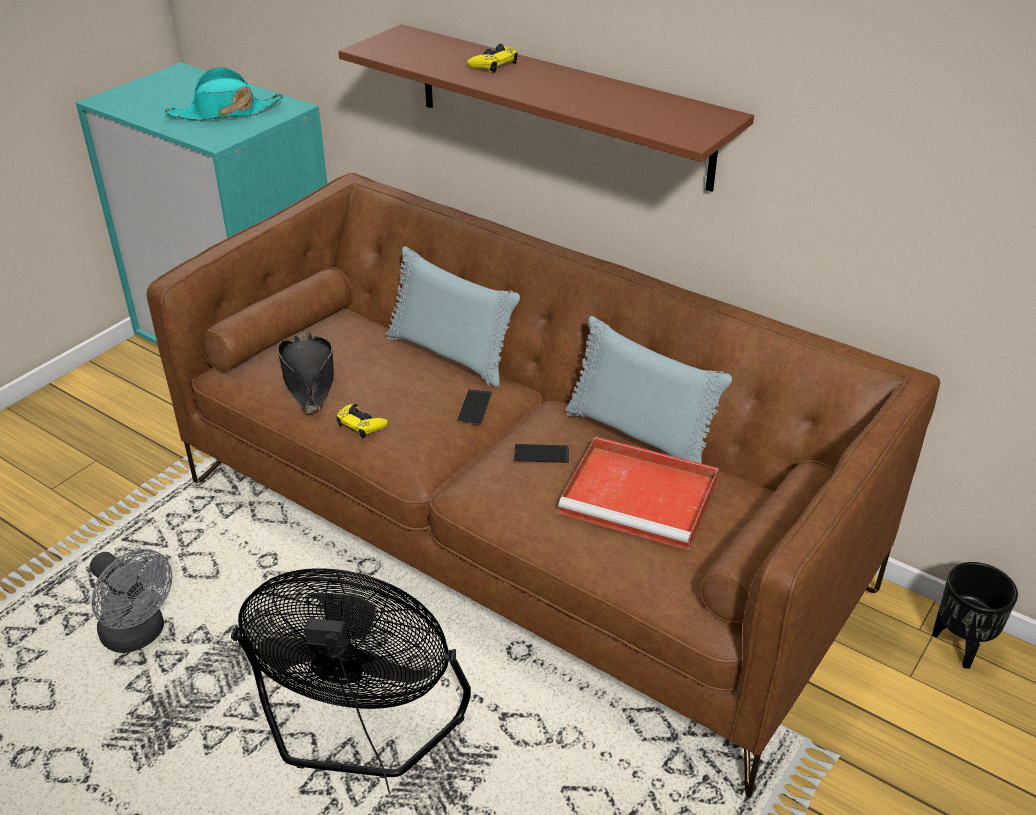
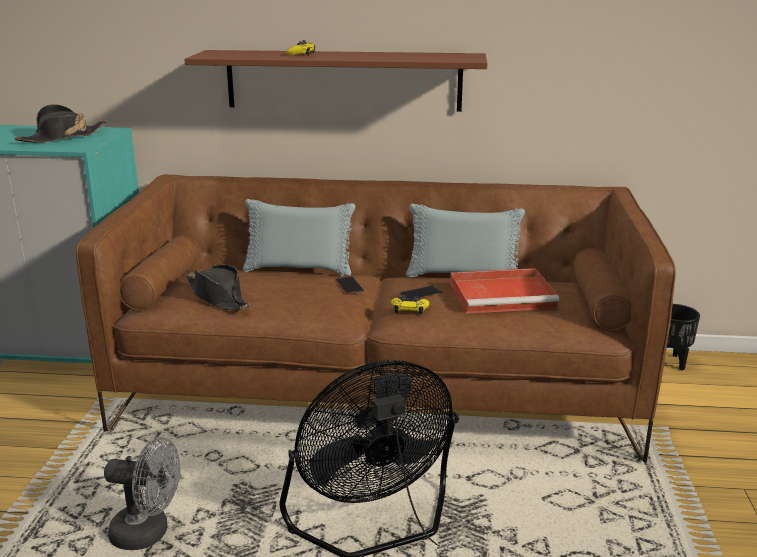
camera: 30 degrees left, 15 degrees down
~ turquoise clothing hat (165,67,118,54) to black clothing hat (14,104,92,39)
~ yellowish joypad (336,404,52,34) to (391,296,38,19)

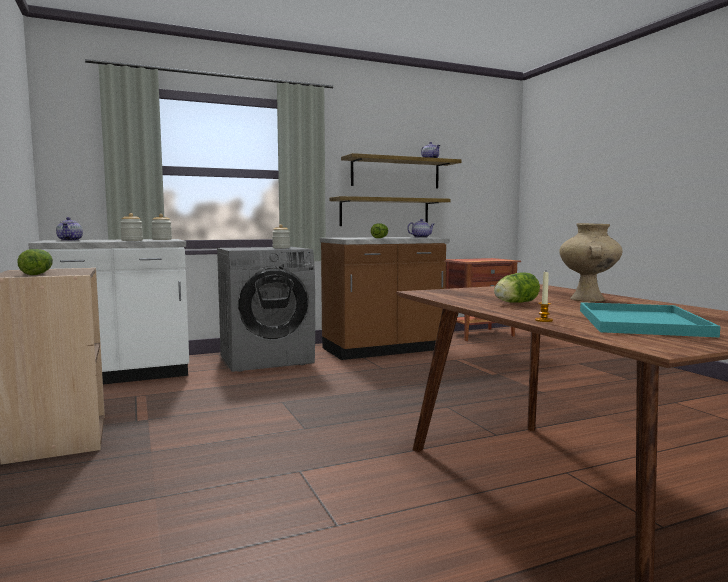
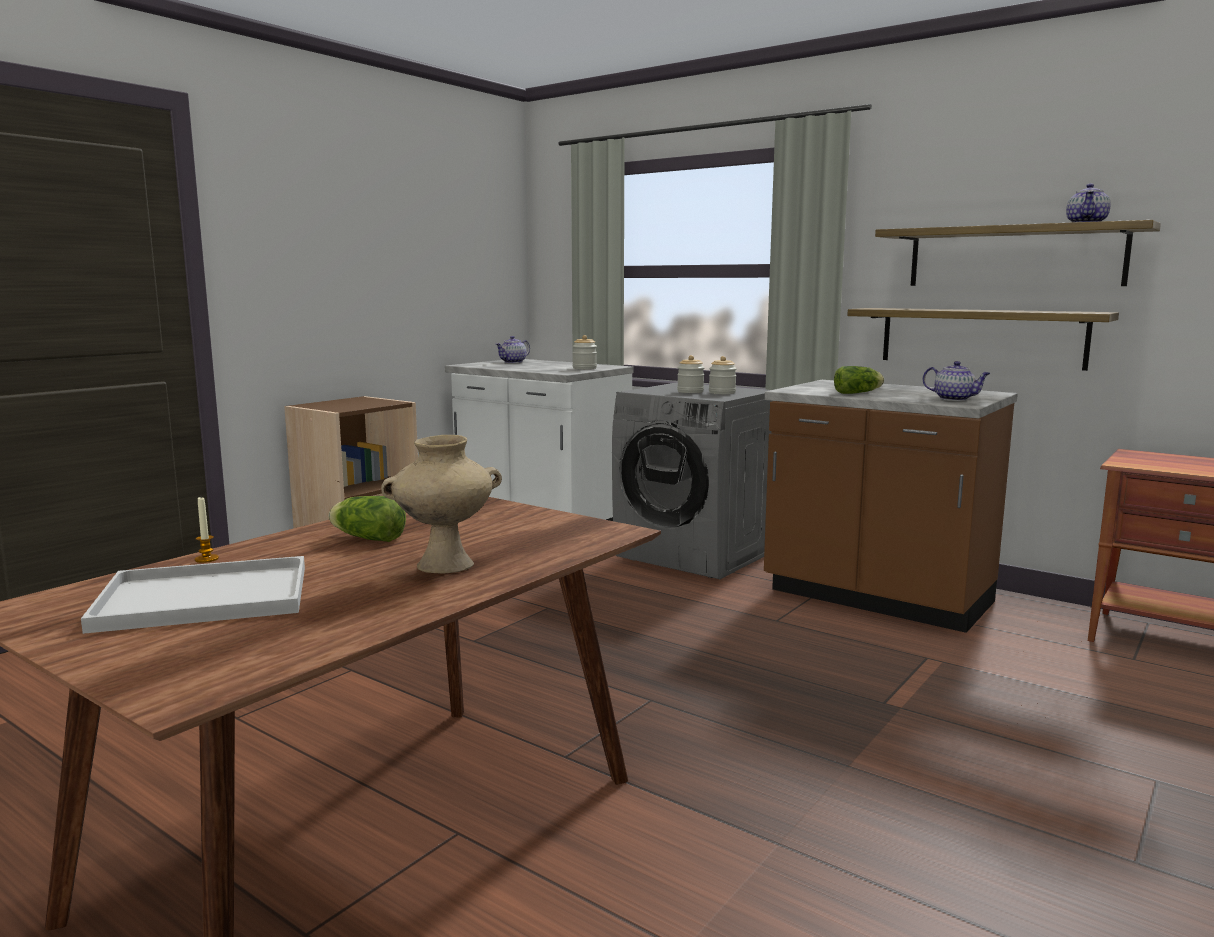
camera: 60 degrees right, 5 degrees up
- head of lettuce (17,249,36,26)
~ jar (120,213,23,28) to (677,355,27,38)
~ turquoise serving tray (580,302,141,36) to whitish serving tray (81,556,224,78)

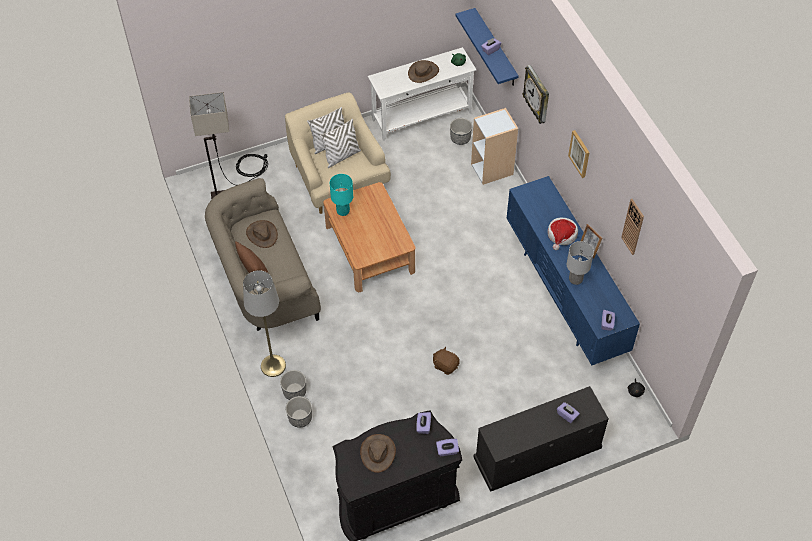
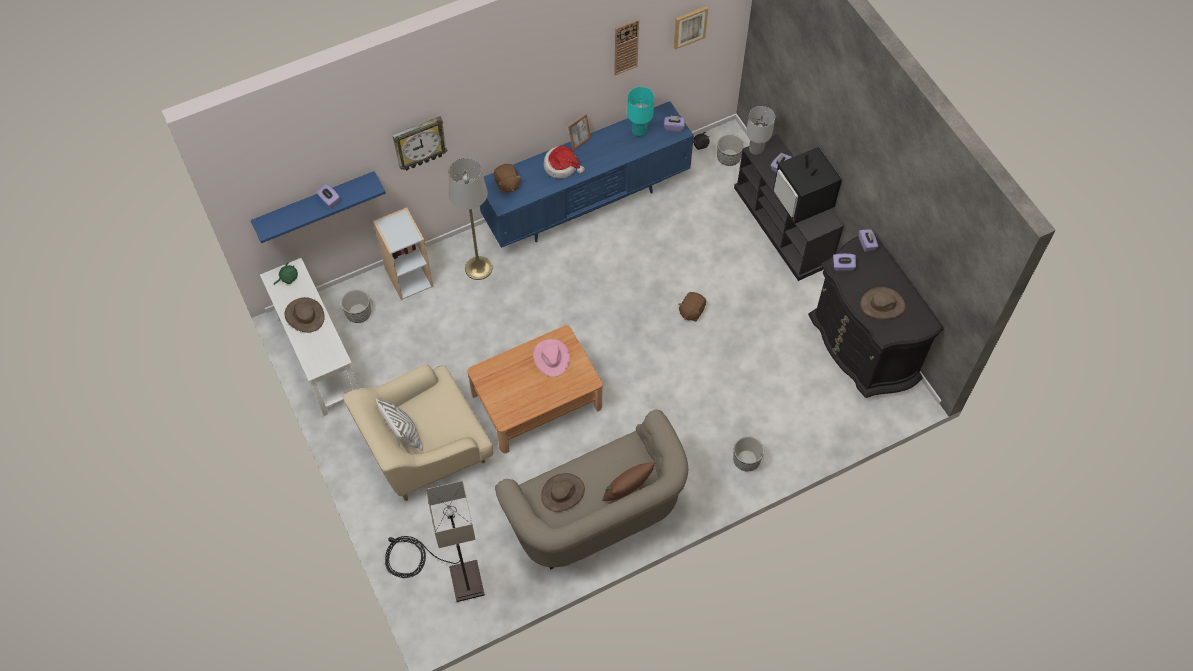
camera: 95 degrees left, 5 degrees up
~ greyish floor lamp (243,270,43,107) to (449,158,43,122)
~ plant pot (286,396,26,32) to (717,134,27,32)
- whitish cushion (320,119,41,49)
~ turquoise table lamp (330,174,23,42) to (627,87,27,50)
~ greyish table lamp (567,241,27,44) to (746,106,29,49)
~ wall picture (568,130,22,48) to (674,6,34,44)
+ brownish plush toy (494,164,28,30)
+ pinkish clothing hat (533,339,37,38)
+ TV set (773,147,69,76)

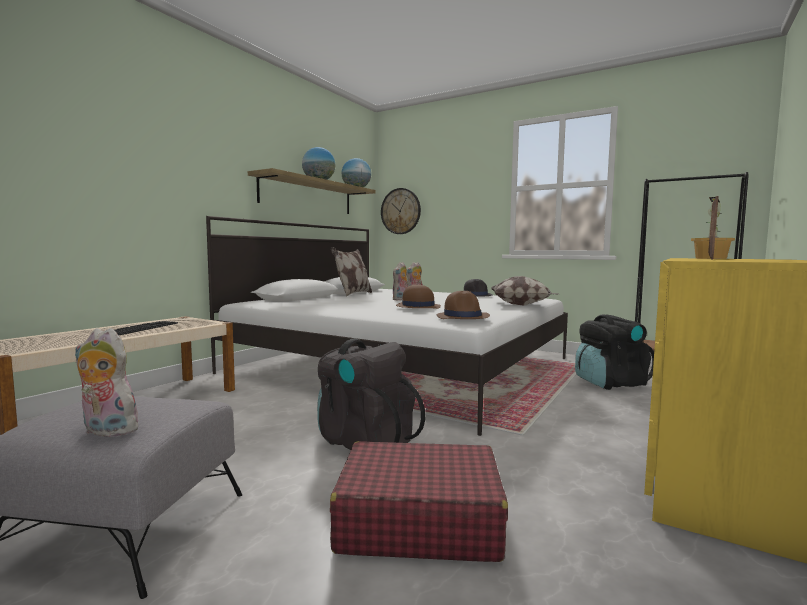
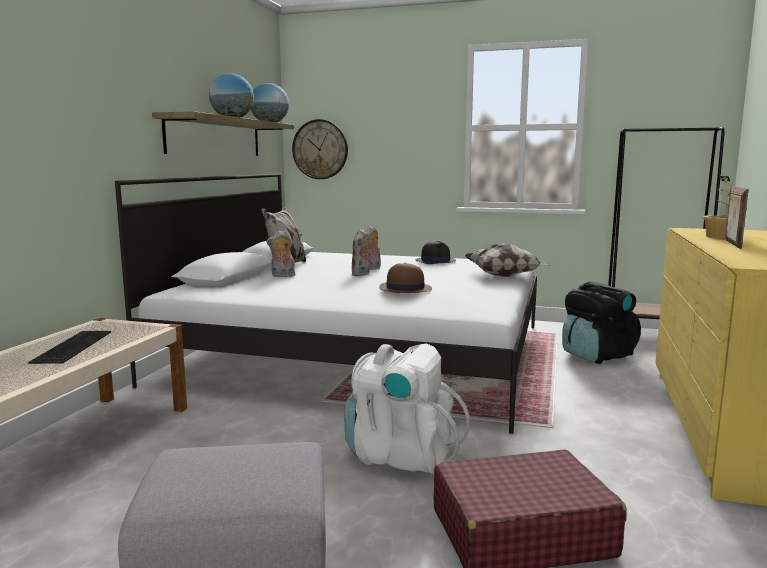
camera: 15 degrees left, 5 degrees up
~ plush toy (75,328,65,109) to (266,230,30,47)
~ black knapsack (317,339,108,111) to whitish knapsack (344,343,126,131)
- brownish clothing hat (437,291,53,28)

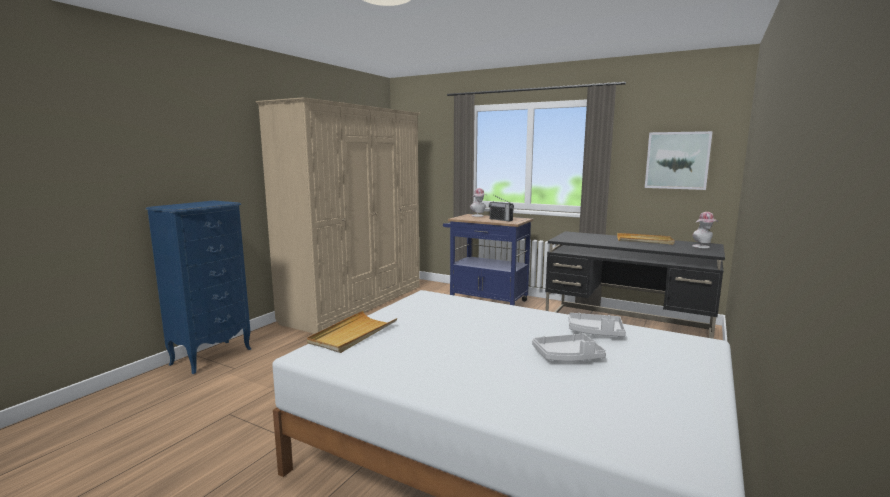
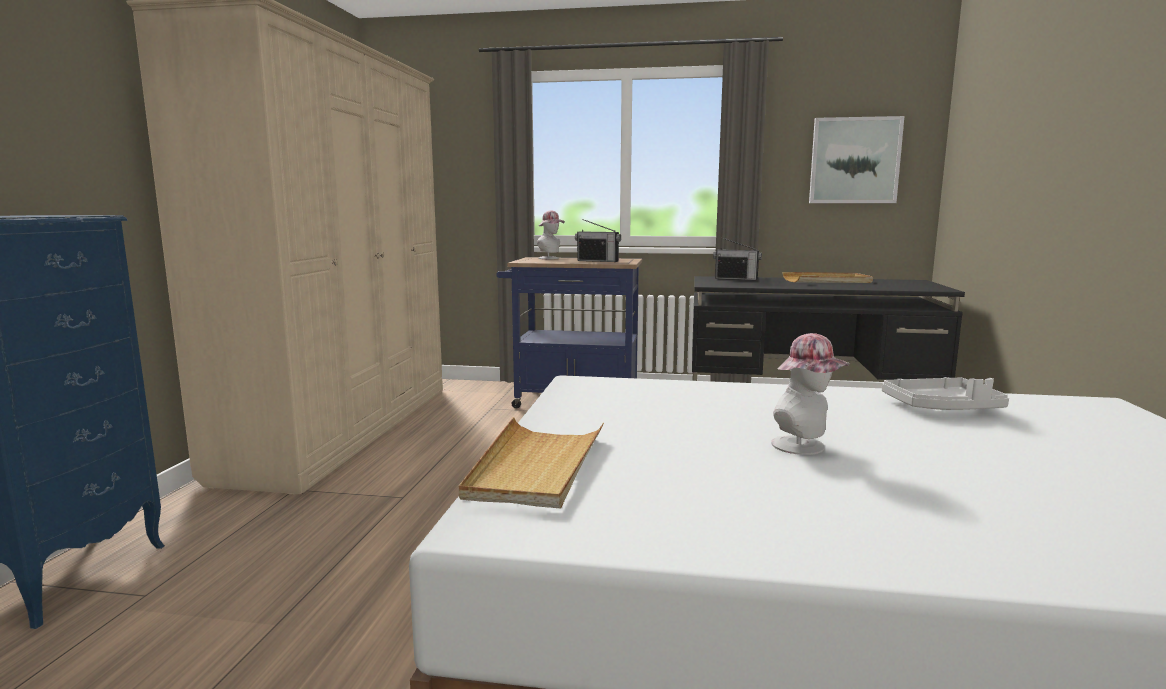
camera: 20 degrees left, 0 degrees up
- greyish serving tray (532,334,74,27)
~ clothing hat (692,212,26,36) to (771,333,79,122)
+ radio set (713,237,49,43)

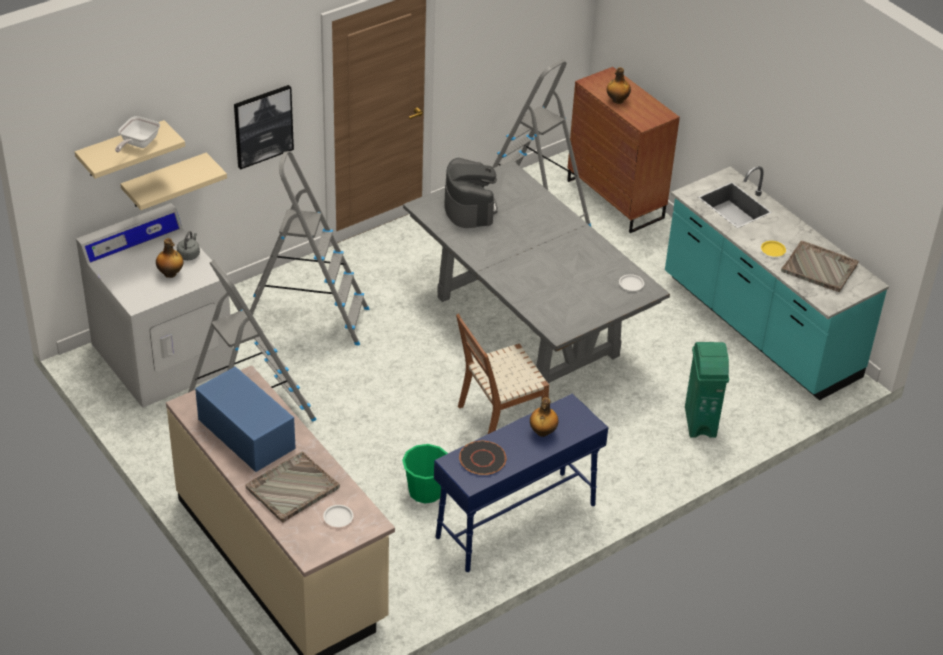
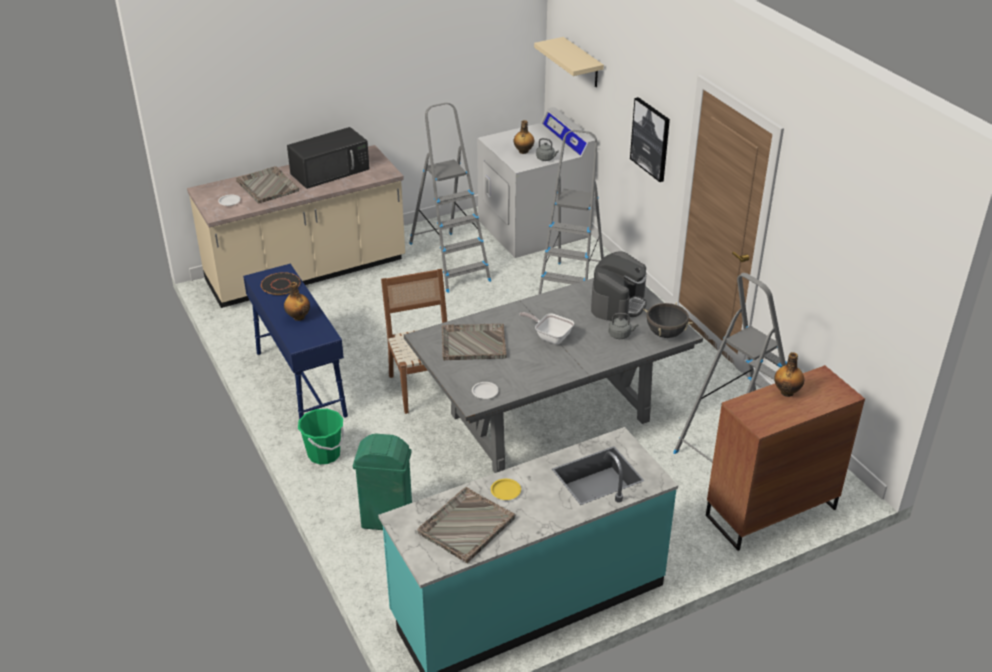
camera: 100 degrees right, 5 degrees down
~ pan (115,116,45,37) to (519,312,55,32)
- beige-coloured bracket shelf (121,153,106,57)
~ blue-coloured kitchen microwave (195,366,101,106) to black kitchen microwave (287,127,83,62)
~ green-coloured bucket (402,444,46,60) to (298,409,47,55)
~ coffee brewer (444,158,54,70) = (591,252,56,69) 60 degrees counterclockwise
+ greyish serving tray (442,324,65,36)
+ greyish tea kettle (609,313,29,26)
+ black stockpot (643,302,50,36)

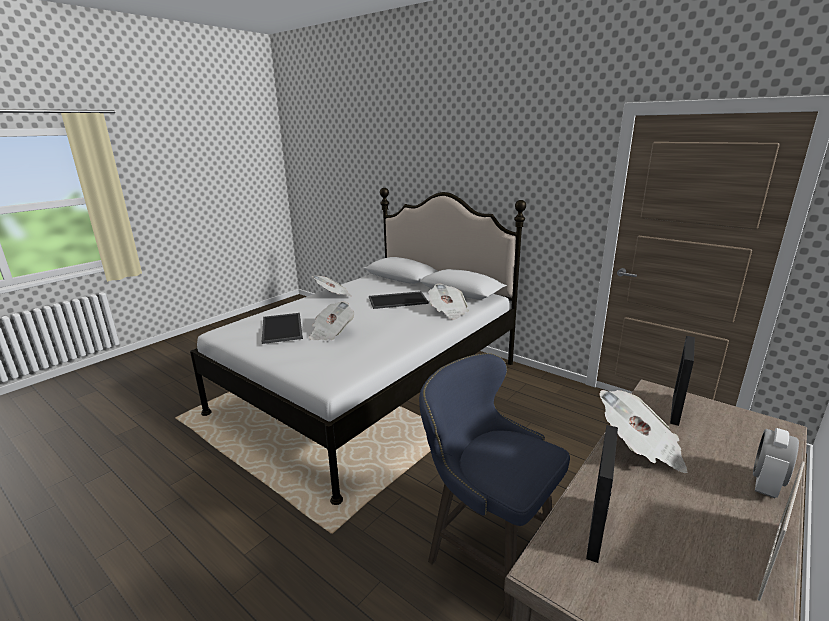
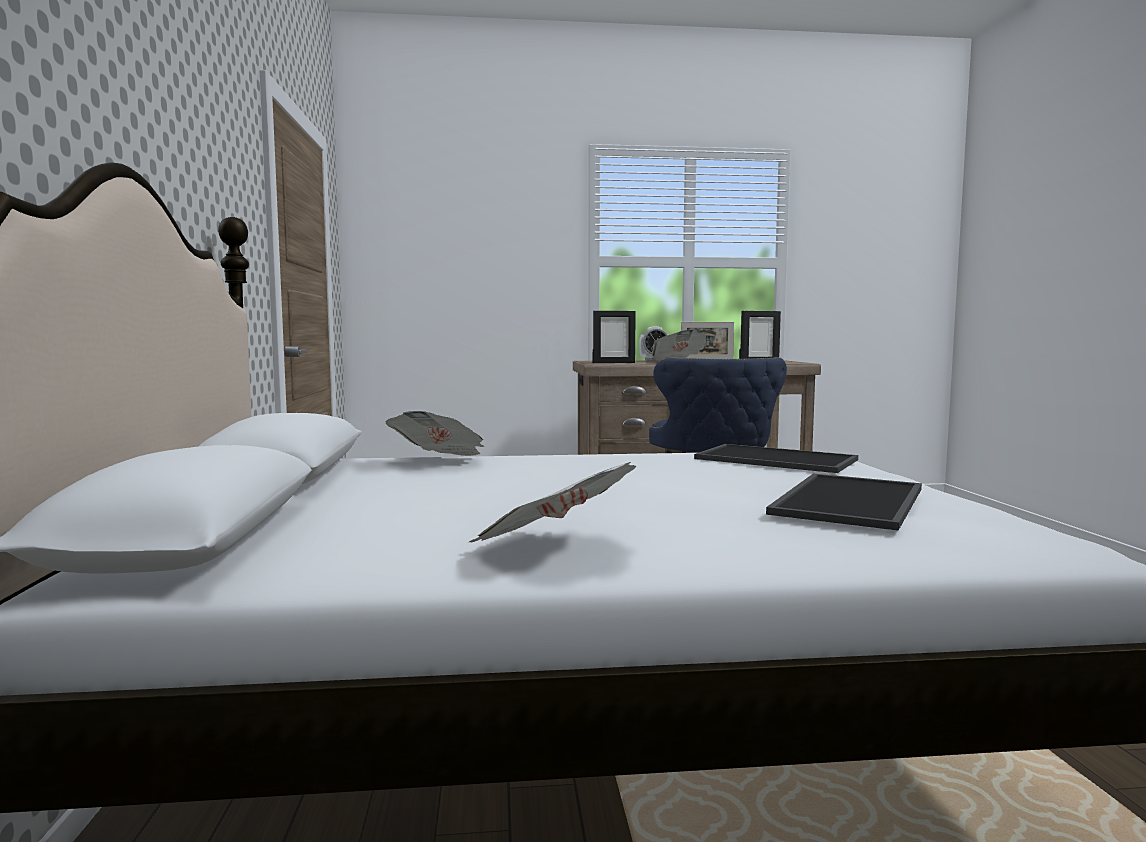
camera: 135 degrees left, 15 degrees down
- newspaper (309,301,45,39)
~ serving tray (369,291,60,18) to (694,444,164,29)

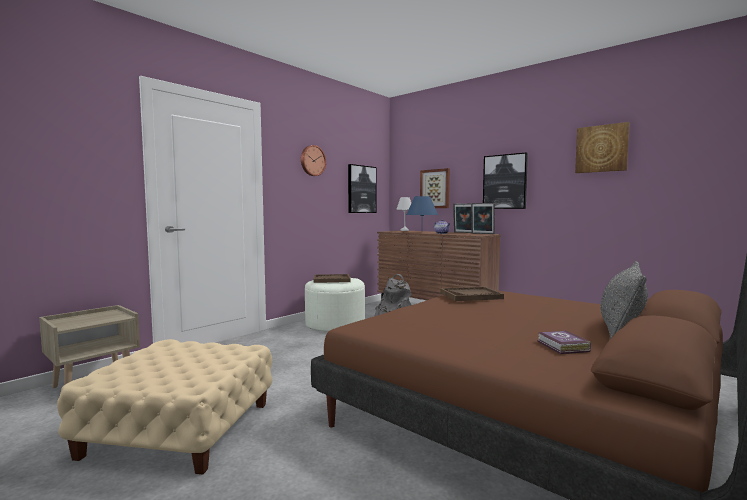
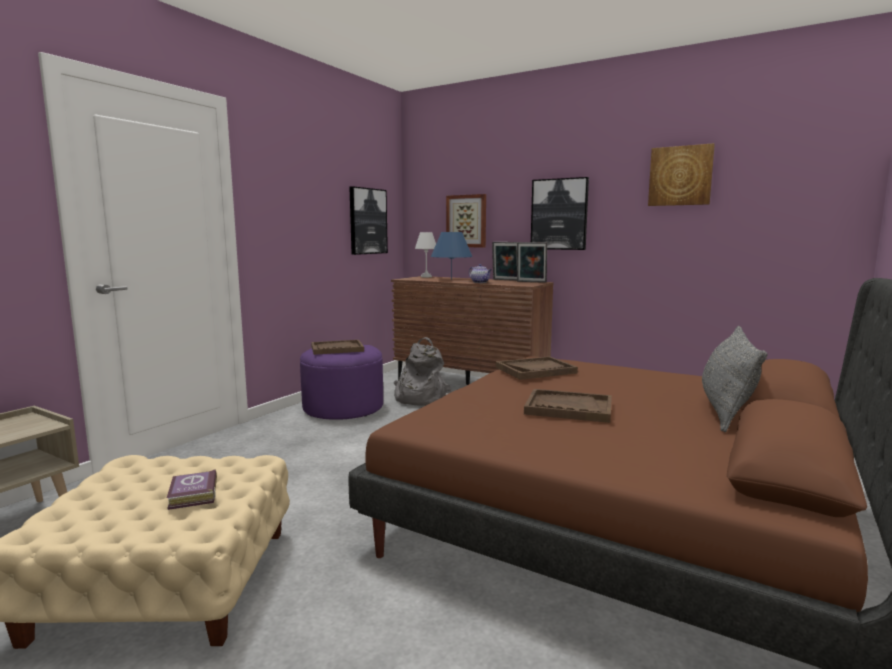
camera: 10 degrees left, 5 degrees up
- hanging clock (301,145,25,31)
~ whitish footrest (305,278,60,54) to purplish footrest (300,345,83,75)
~ volume (537,330,54,24) to (167,469,50,41)
+ brownish serving tray (524,389,88,34)

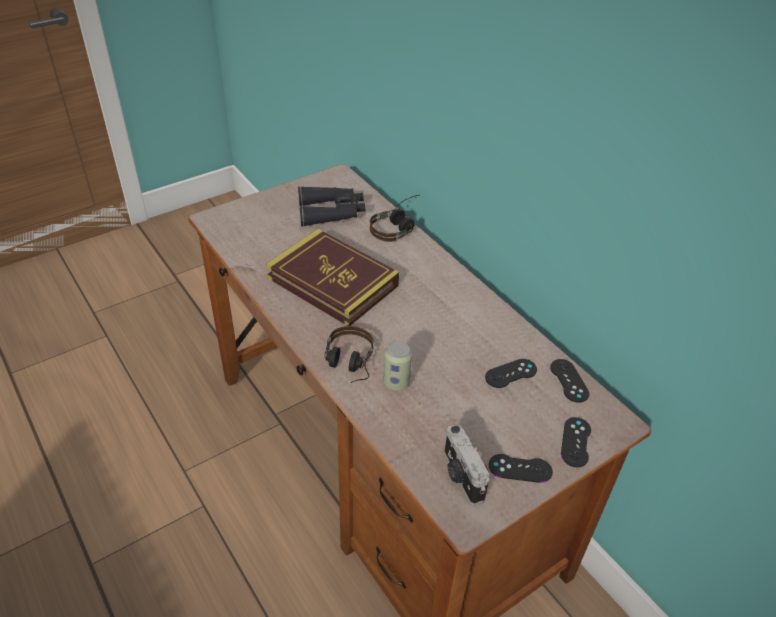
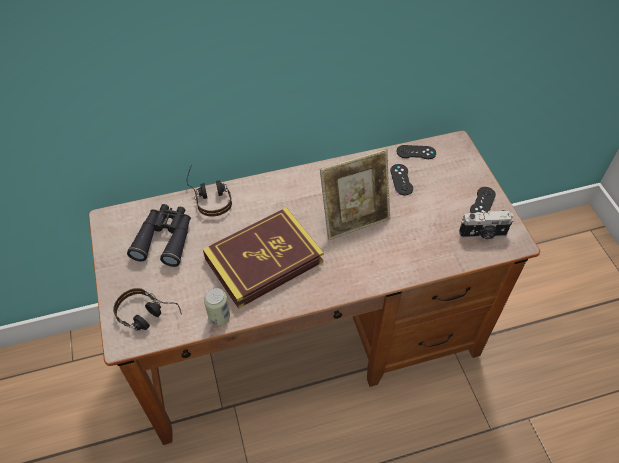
camera: 70 degrees left, 10 degrees up
~ headphones (324,326,50,57) to (113,288,69,43)
~ metal can (383,341,29,50) to (204,288,26,38)
- black joypad (561,417,30,50)
+ picture frame (320,149,70,91)

